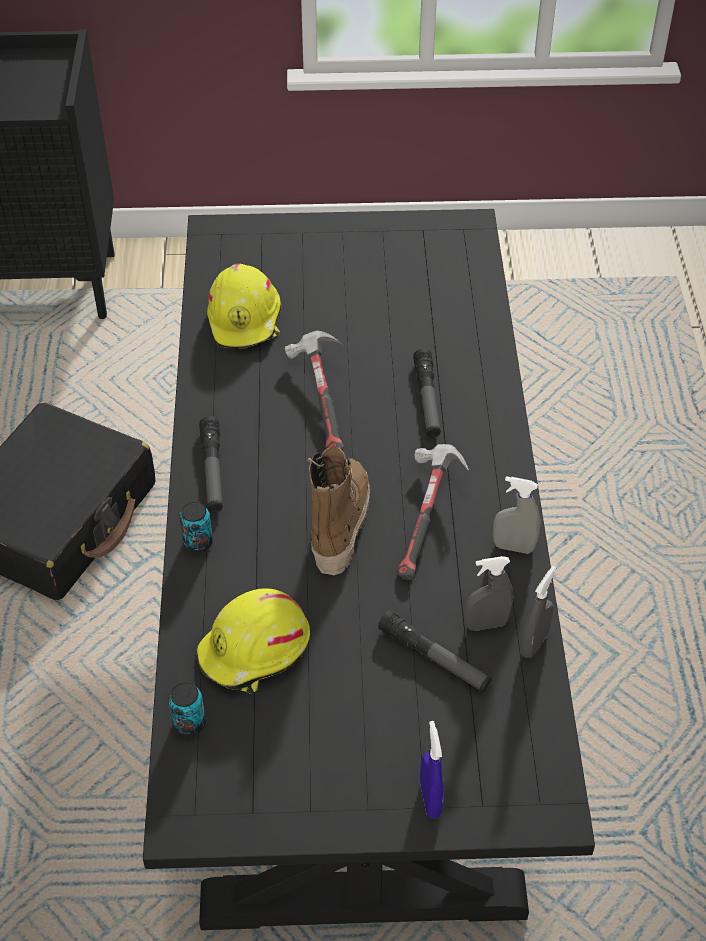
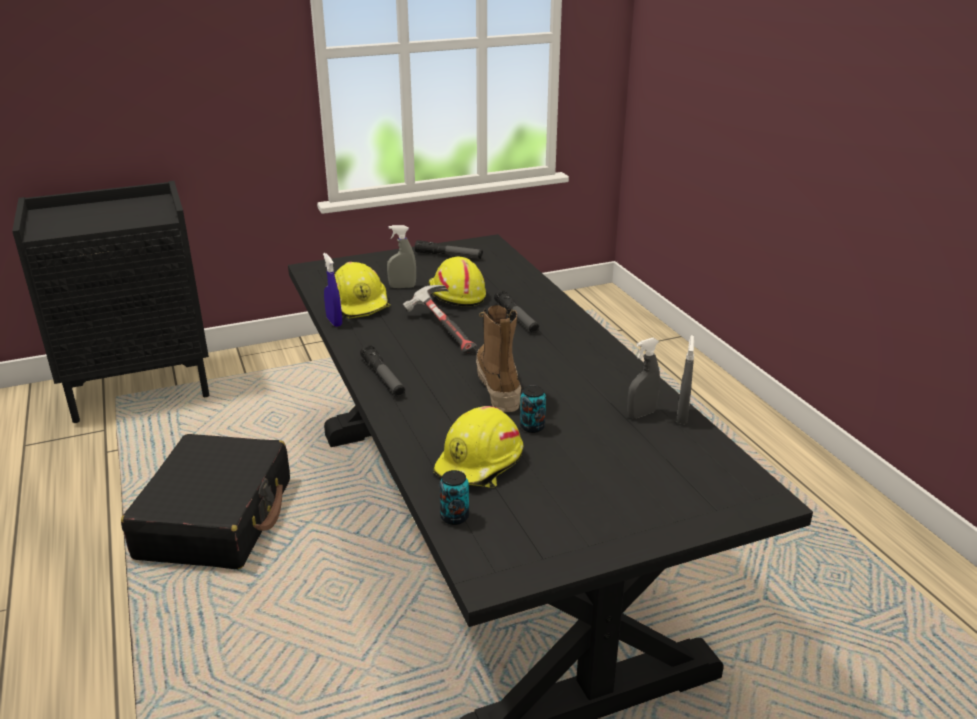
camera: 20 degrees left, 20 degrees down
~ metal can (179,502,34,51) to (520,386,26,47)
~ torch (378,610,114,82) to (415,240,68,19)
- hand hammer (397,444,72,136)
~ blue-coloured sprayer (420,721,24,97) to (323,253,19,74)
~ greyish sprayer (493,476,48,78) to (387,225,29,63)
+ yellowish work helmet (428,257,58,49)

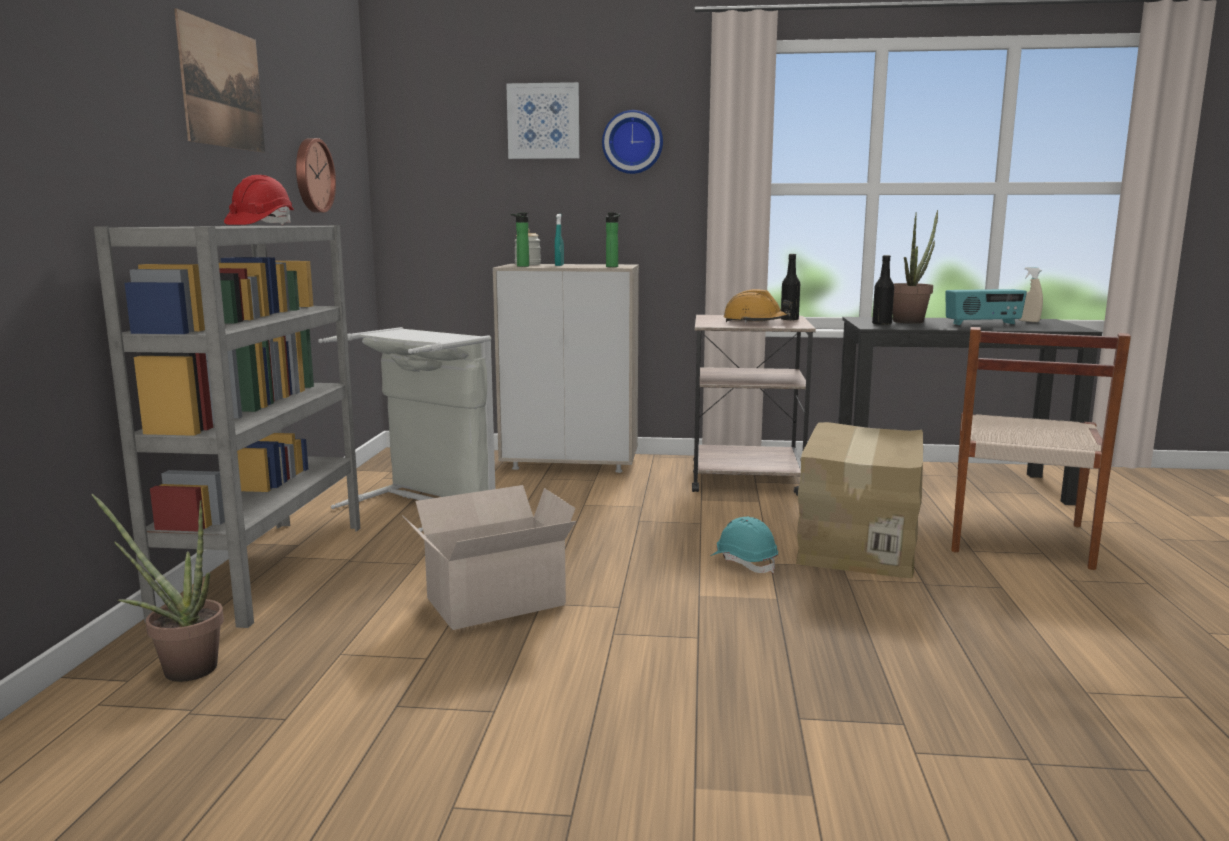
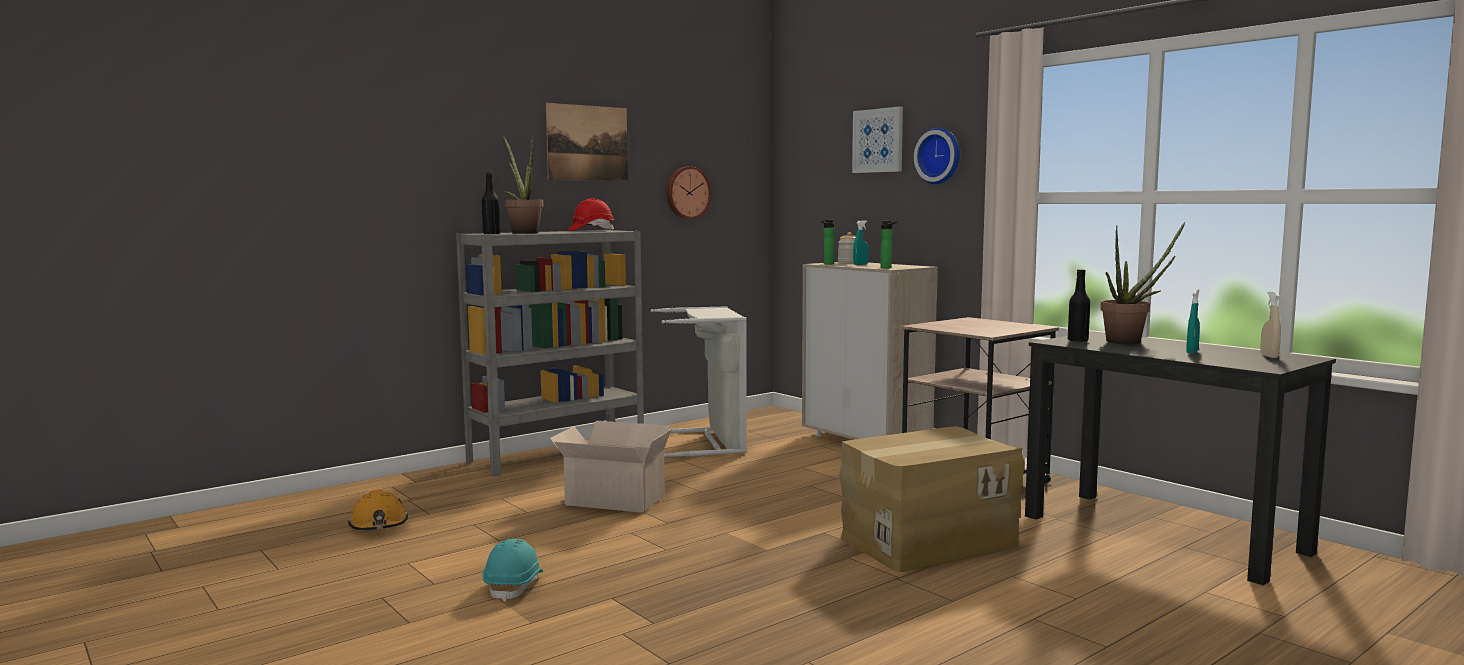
camera: 45 degrees right, 5 degrees down
~ houseplant (91,494,133,188) to (503,135,40,99)
~ turquoise work helmet (710,517,68,56) to (482,539,61,63)
~ orangey work helmet (723,289,70,34) to (348,490,60,40)
~ black beverage bottle (781,254,19,67) to (482,172,18,62)
~ radio set (945,289,82,36) to turquoise sprayer (1186,289,14,65)
- chair (951,327,180,243)

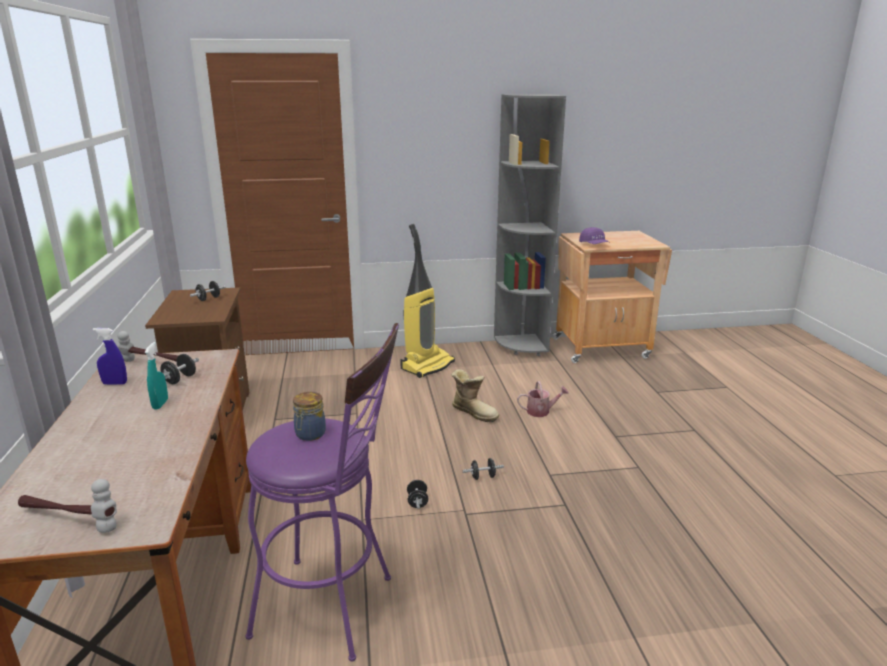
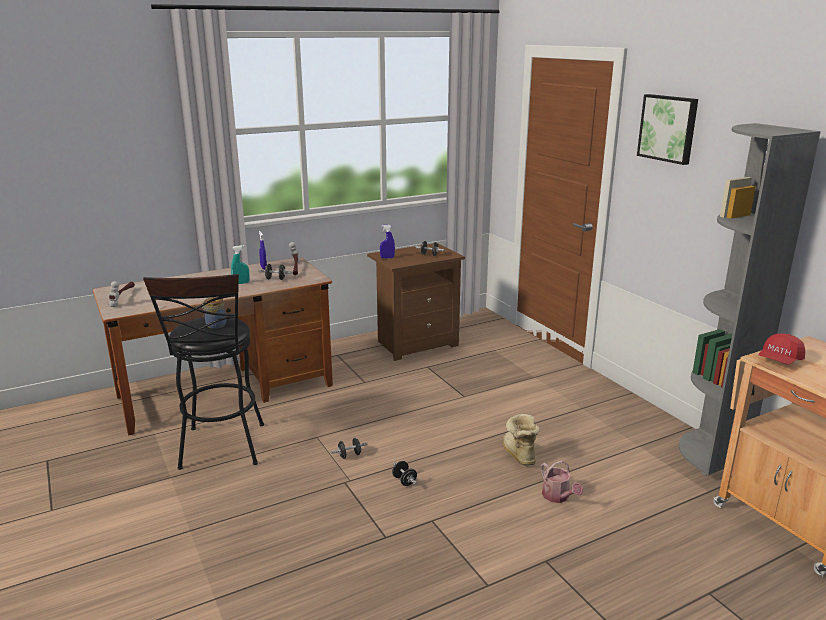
camera: 70 degrees right, 0 degrees up
~ purplish stool seat (246,323,153,338) to black stool seat (143,274,121,196)
- hoover (400,224,55,154)
~ tall boot (451,369,48,53) = (503,414,37,52) 150 degrees clockwise
~ purplish peaked cap (579,227,30,17) to reddish peaked cap (759,334,46,30)
+ blue-coloured sprayer (380,225,15,34)
+ wall picture (637,94,61,71)

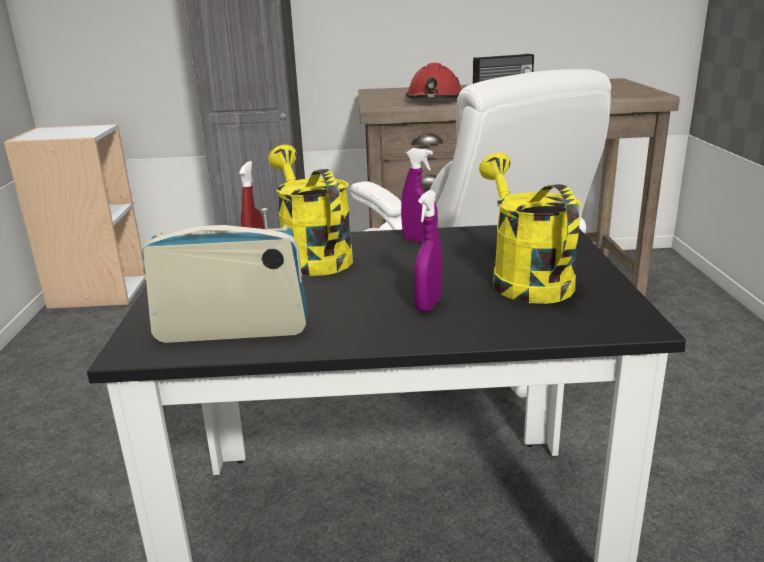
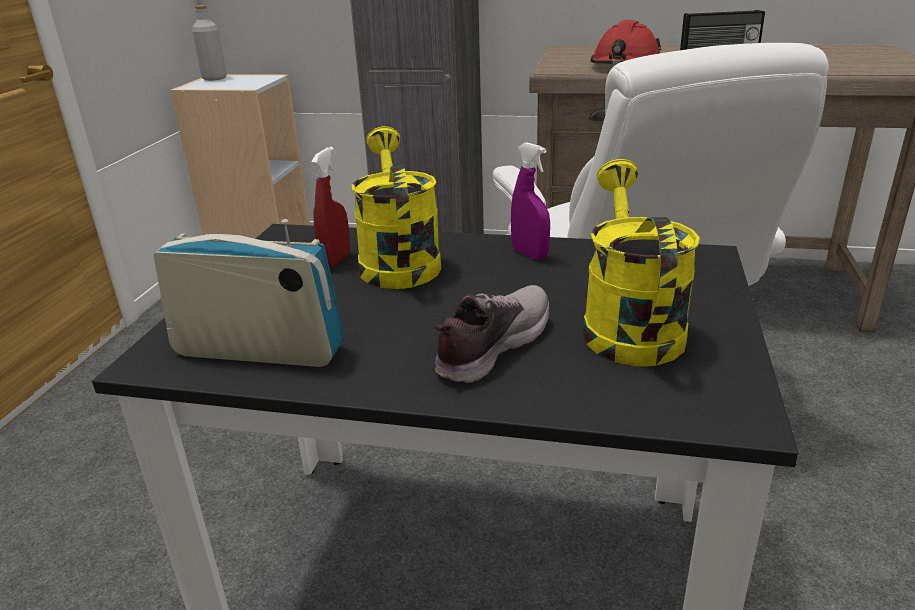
camera: 15 degrees right, 5 degrees up
~ purplish sprayer (414,190,28,122) to item of footwear (435,285,114,98)
+ greyish beverage bottle (192,5,35,76)

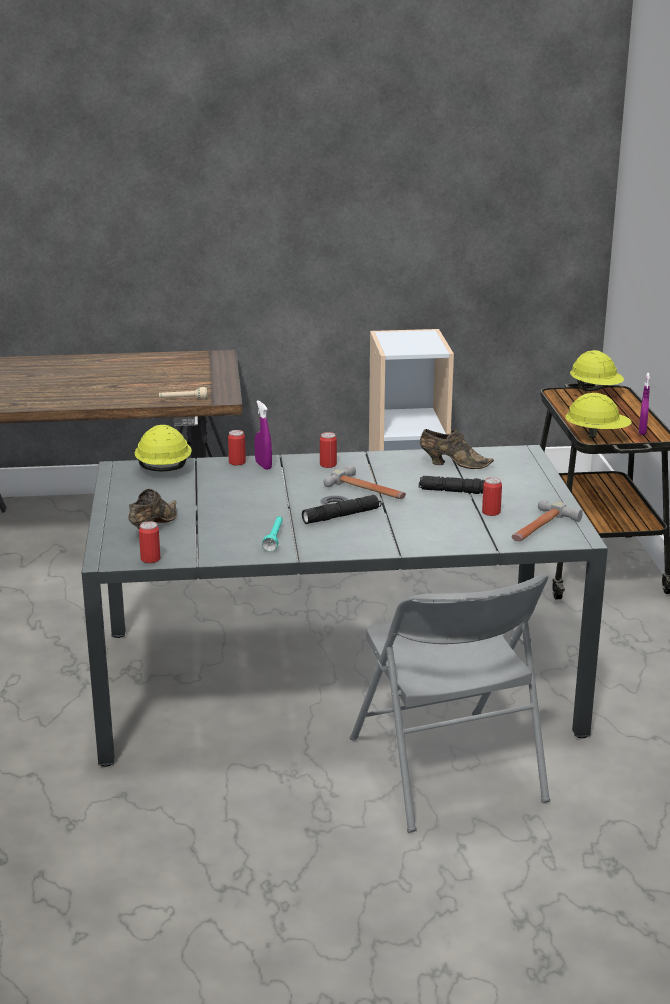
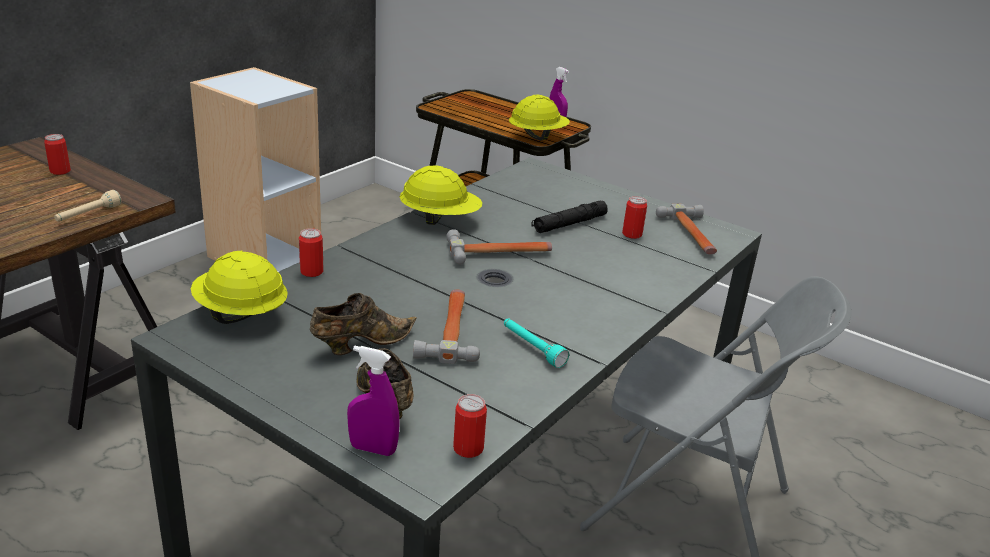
camera: 50 degrees left, 5 degrees up
~ purplish sprayer (254,401,18,69) to (347,345,53,111)
- black torch (302,495,80,29)
~ metal can (320,432,17,36) to (44,134,27,41)
~ brownish item of footwear (420,429,74,40) to (310,293,107,62)
~ yellowish work helmet (570,350,54,41) to (400,166,82,59)
+ hand hammer (413,290,67,74)

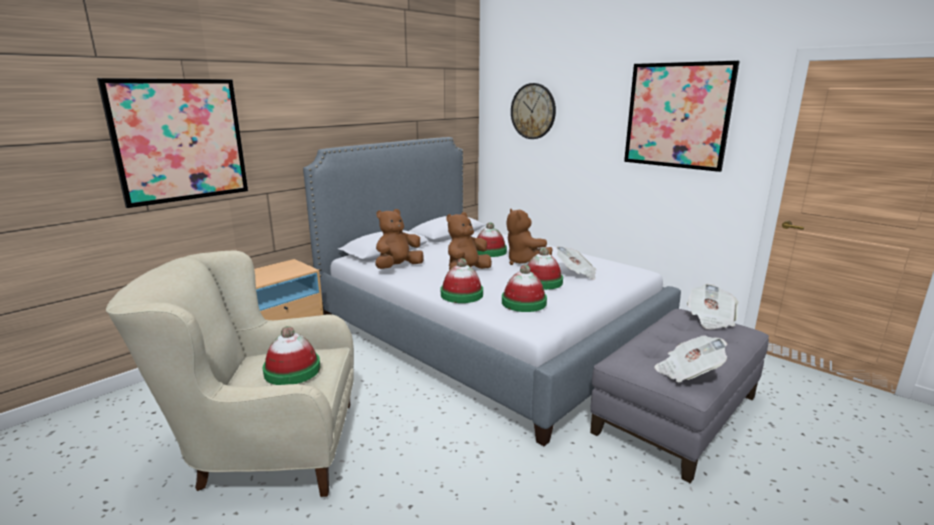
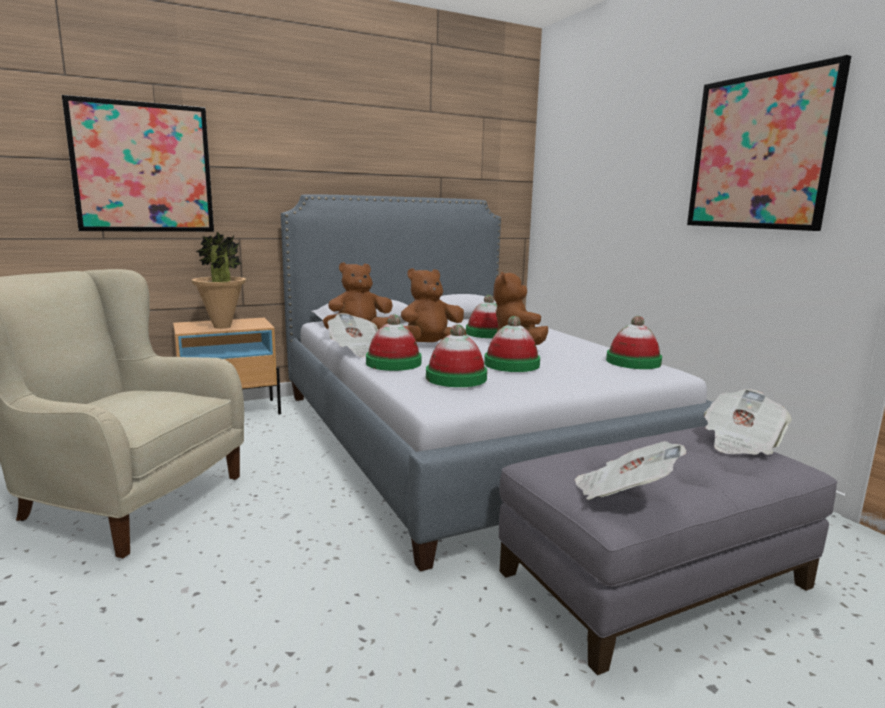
camera: 20 degrees right, 5 degrees down
~ clothing hat (263,326,58,59) to (606,316,56,53)
- hanging clock (511,83,45,56)
~ newspaper (556,246,40,34) to (328,313,50,44)
+ houseplant (191,232,55,97)

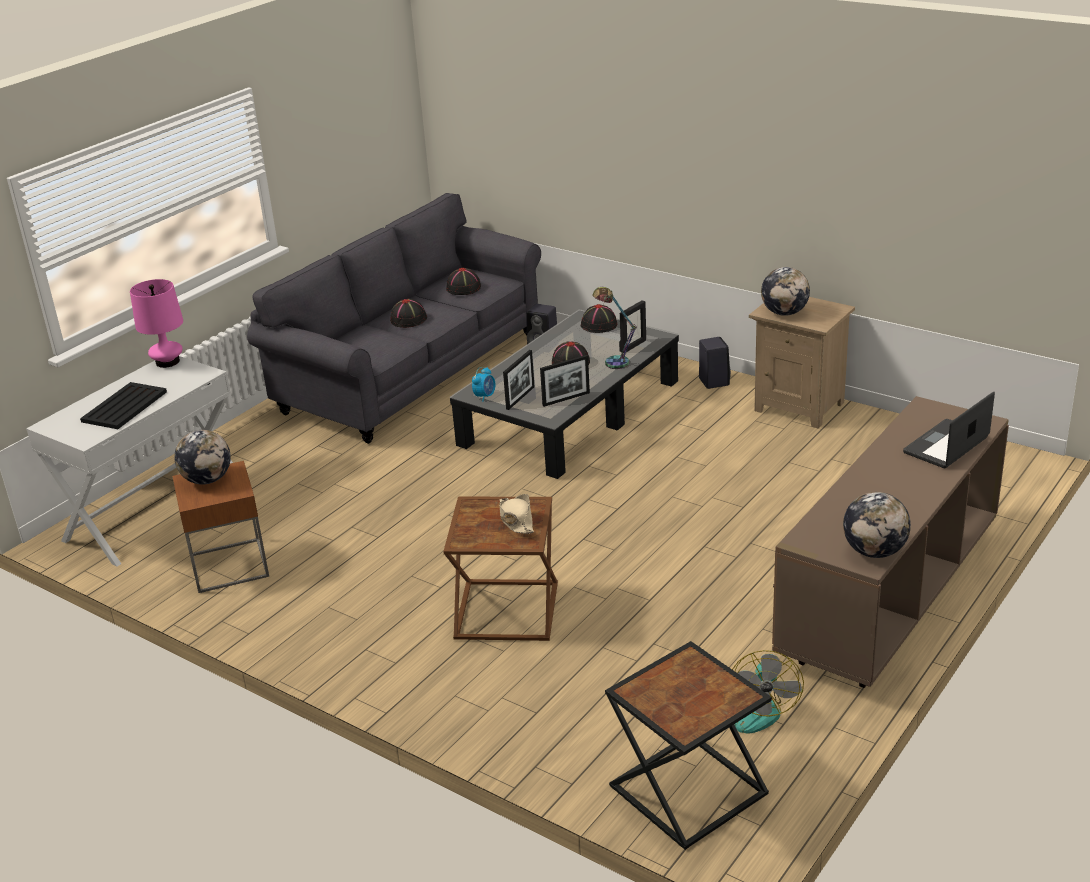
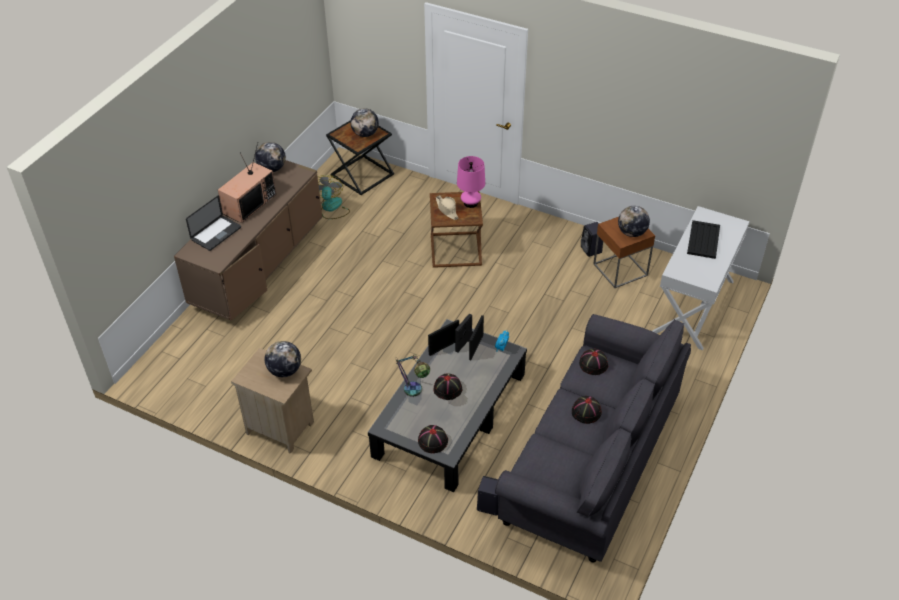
camera: 170 degrees right, 15 degrees up
~ pinkish table lamp (130,279,53,89) to (457,156,28,52)
~ black clothing hat (446,268,35,27) to (579,349,29,26)
~ picture frame (619,300,27,53) to (455,313,18,39)
~ black speaker (699,337,32,52) to (581,222,22,35)
+ TV set (218,142,58,81)
+ world globe (351,108,28,29)

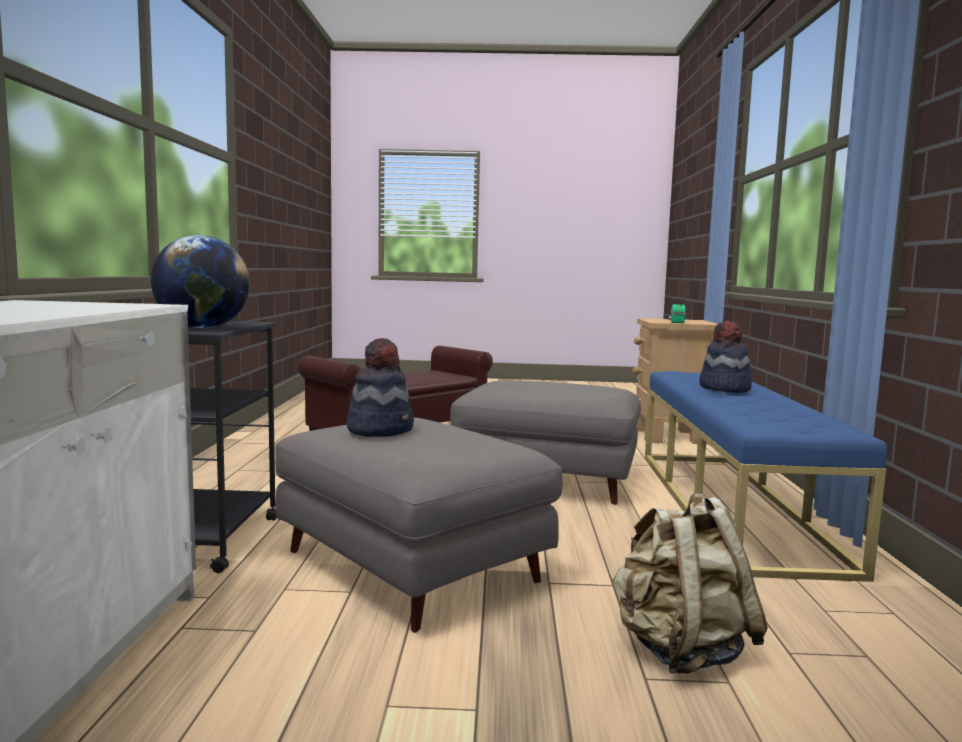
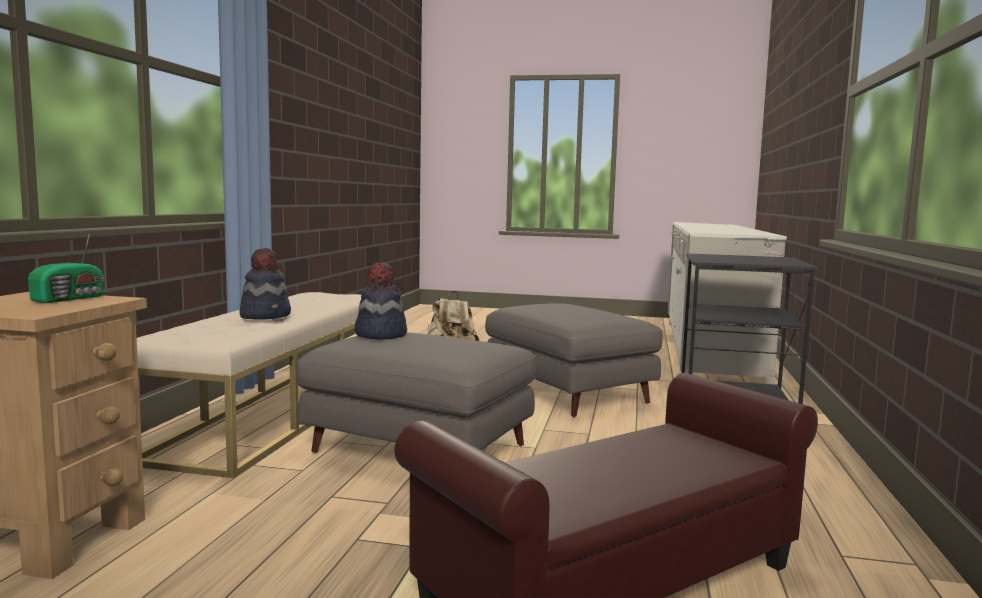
camera: 170 degrees left, 0 degrees up
- world globe (151,235,99,93)
~ clothing hat (347,338,67,99) to (355,263,52,77)
~ blue-coloured long seat (645,371,242,211) to beige-coloured long seat (137,292,224,186)

